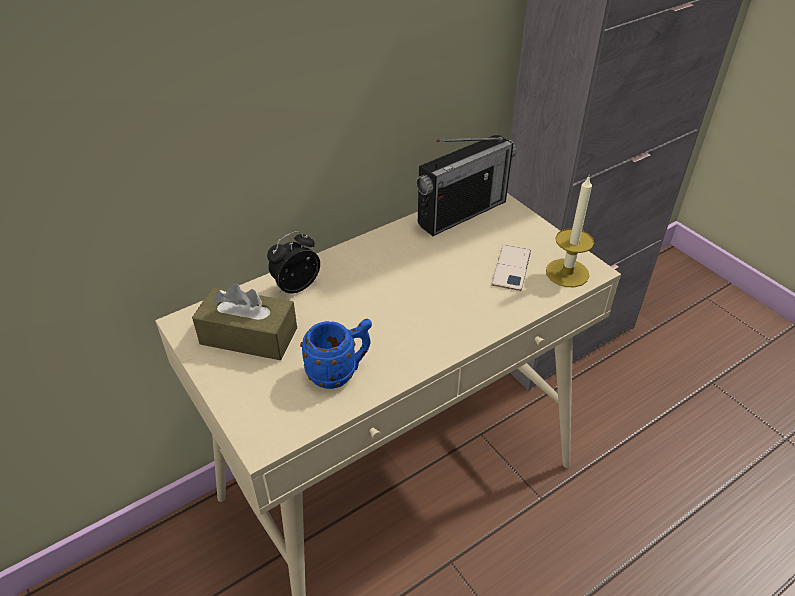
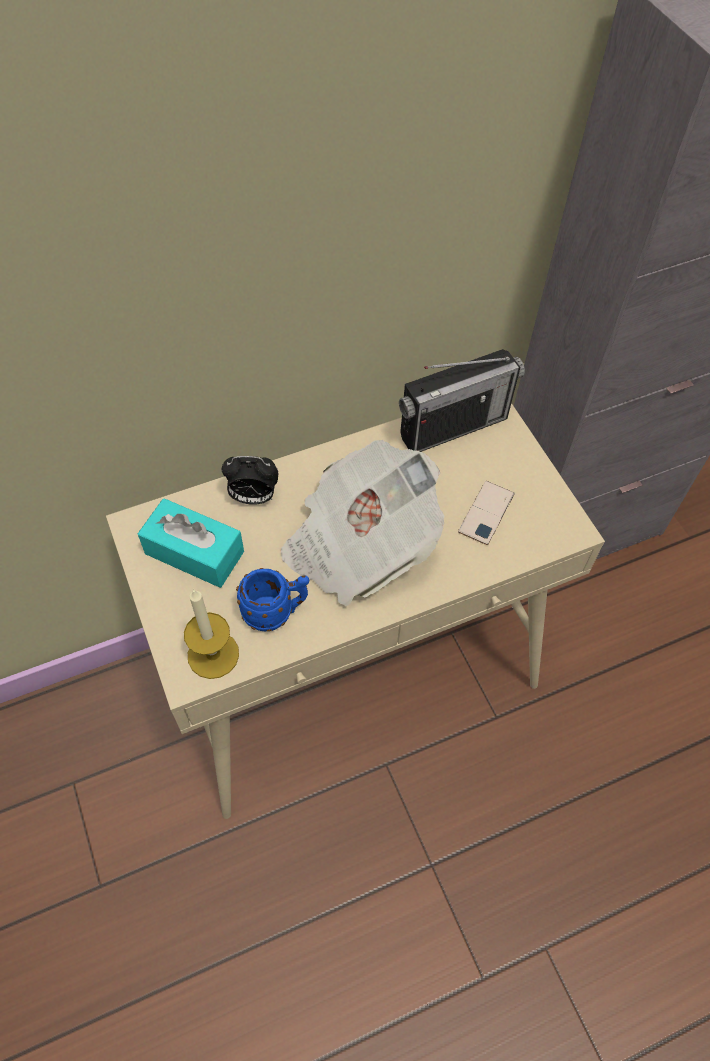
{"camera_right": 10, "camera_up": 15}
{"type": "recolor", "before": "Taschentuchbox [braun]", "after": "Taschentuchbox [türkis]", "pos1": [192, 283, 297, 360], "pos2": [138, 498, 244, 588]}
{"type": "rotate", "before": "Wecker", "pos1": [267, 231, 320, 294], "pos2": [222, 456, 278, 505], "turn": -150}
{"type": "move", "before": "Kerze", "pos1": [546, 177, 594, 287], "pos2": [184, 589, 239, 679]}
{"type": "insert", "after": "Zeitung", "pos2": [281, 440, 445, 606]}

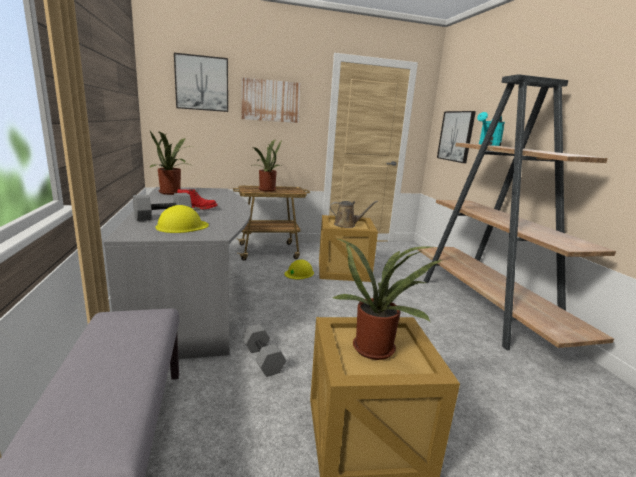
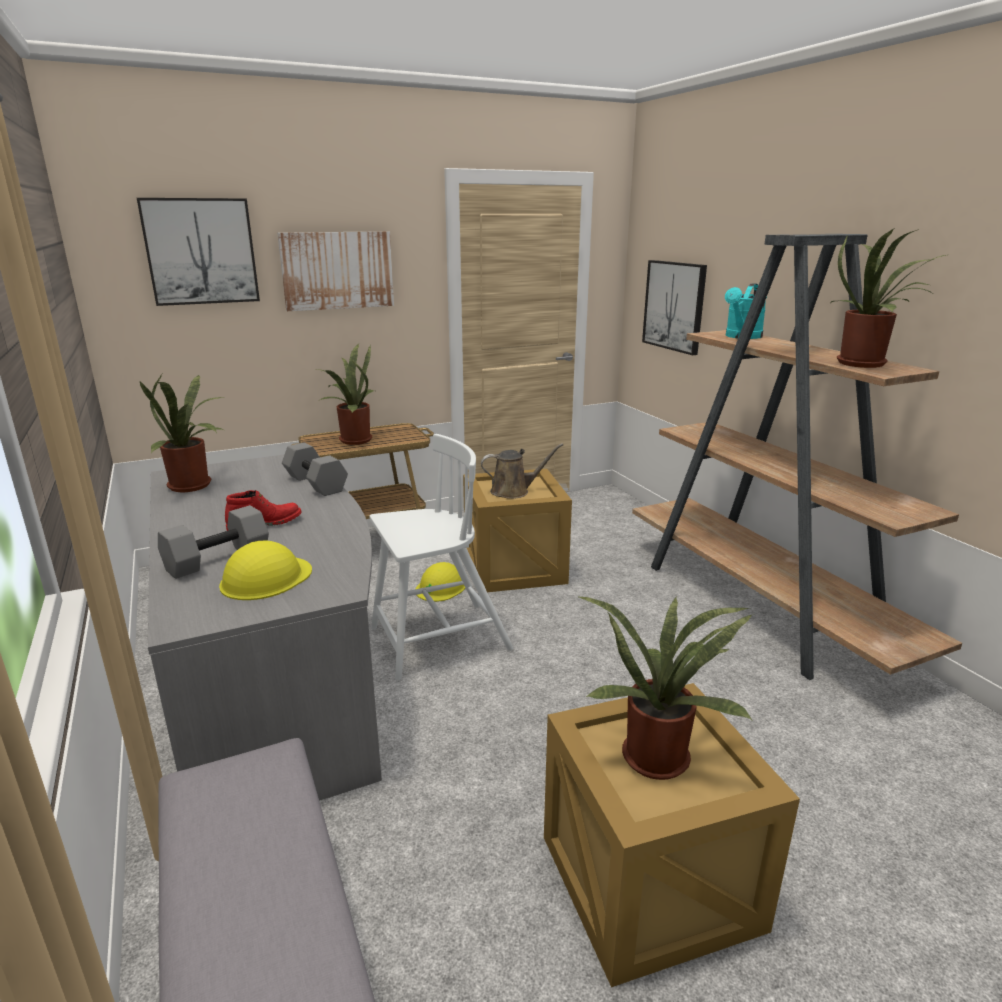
{"camera_right": -10, "camera_up": 5}
{"type": "move", "before": "Hantel [grau]", "pos1": [242, 324, 286, 377], "pos2": [282, 443, 348, 496]}
{"type": "insert", "after": "Stuhl [weiß]", "pos2": [369, 434, 513, 680]}
{"type": "insert", "after": "Topfpflanze", "pos2": [831, 228, 946, 368]}

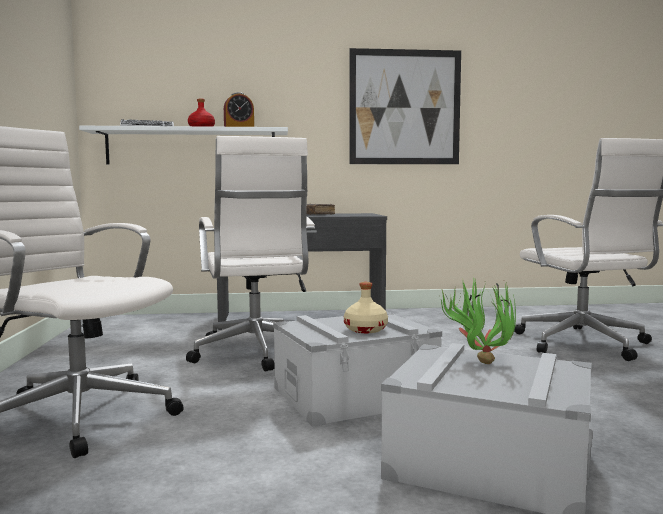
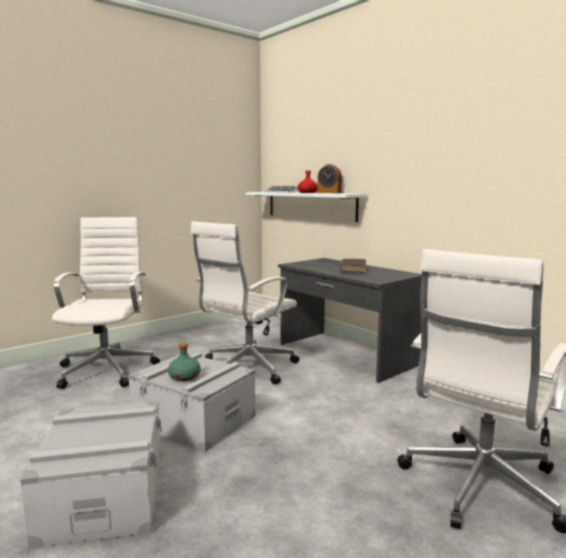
{"camera_right": 55, "camera_up": 5}
{"type": "recolor", "before": "Flasche [beige]", "after": "Flasche [grün]", "pos1": [344, 282, 388, 333], "pos2": [168, 343, 201, 381]}
{"type": "delete", "before": "Bild", "pos1": [349, 48, 461, 164]}
{"type": "delete", "before": "Topfpflanze", "pos1": [441, 277, 516, 364]}

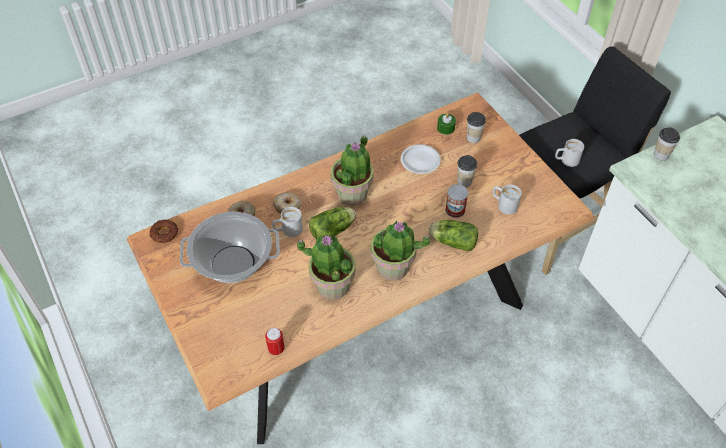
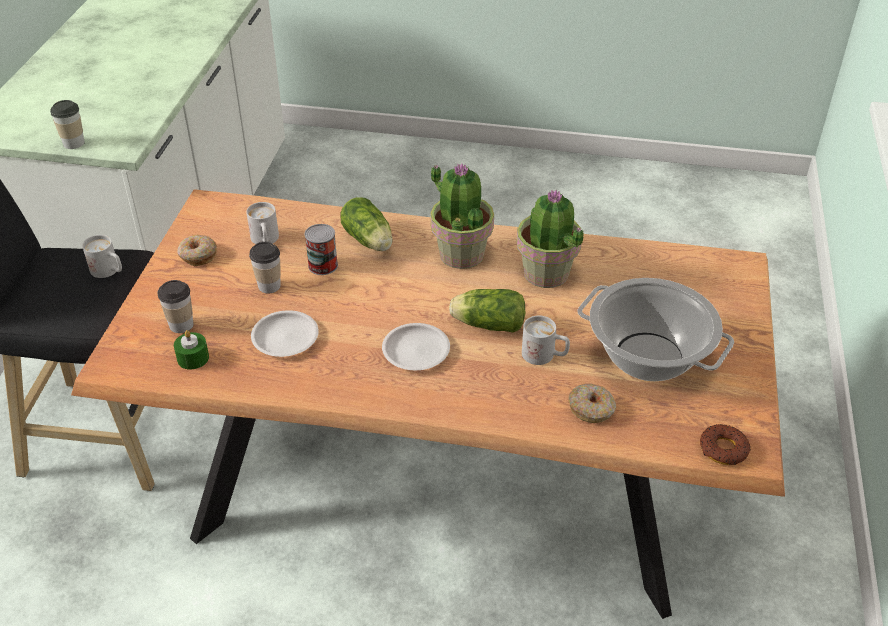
{"camera_right": -140, "camera_up": -10}
{"type": "delete", "before": "Dose", "pos1": [265, 328, 285, 355]}
{"type": "move", "before": "Donut", "pos1": [273, 192, 301, 214], "pos2": [177, 235, 217, 266]}
{"type": "replace", "before": "Topfpflanze", "after": "Teller [weiß]", "pos1": [331, 135, 374, 206], "pos2": [382, 323, 450, 370]}

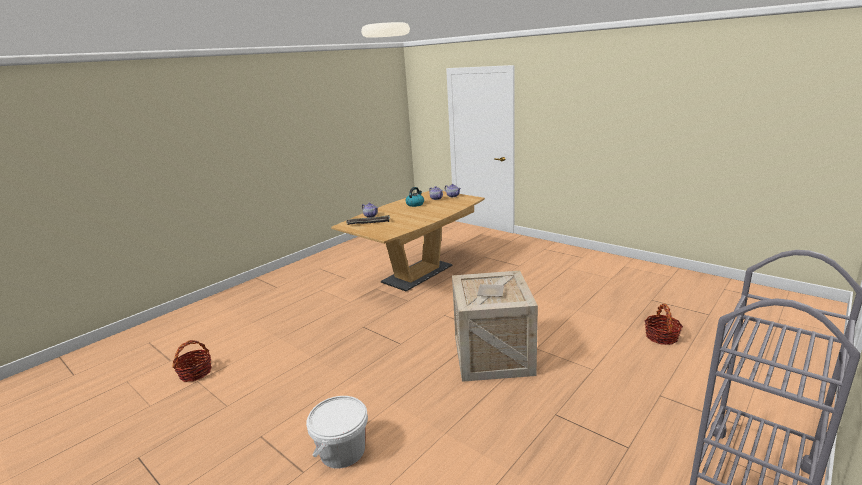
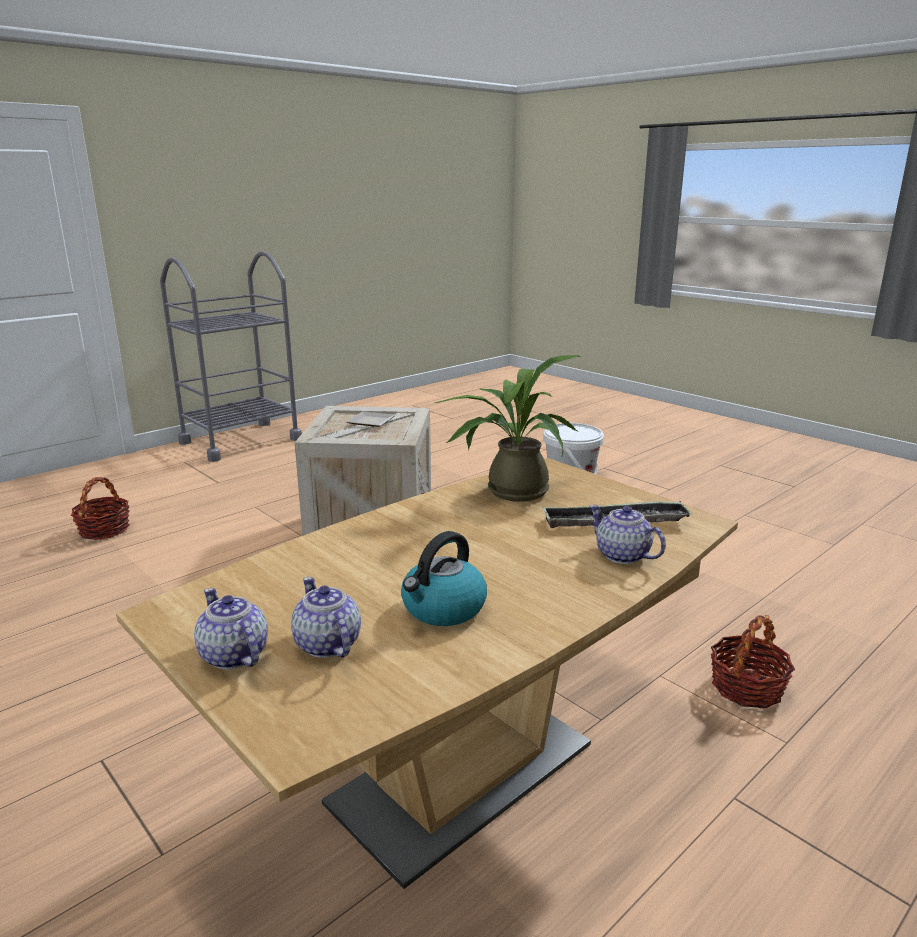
{"camera_right": -175, "camera_up": 0}
{"type": "move", "before": "Korb", "pos1": [173, 340, 211, 382], "pos2": [711, 615, 795, 708]}
{"type": "insert", "after": "Topfpflanze", "pos2": [435, 355, 580, 502]}

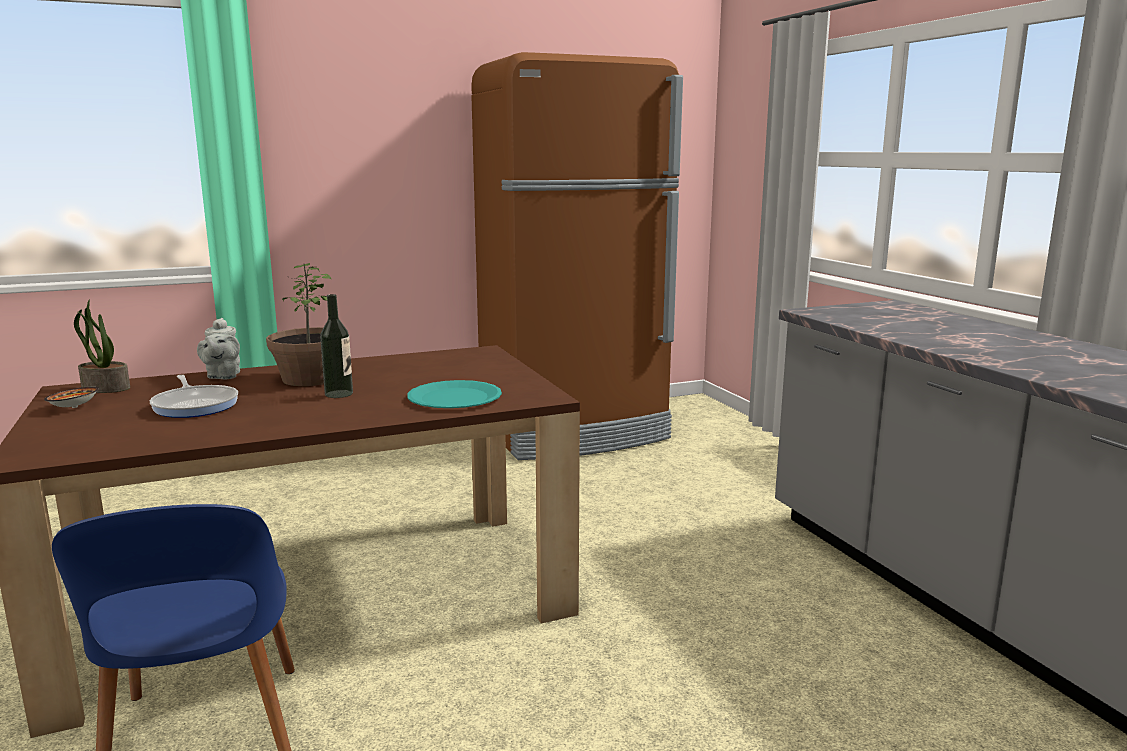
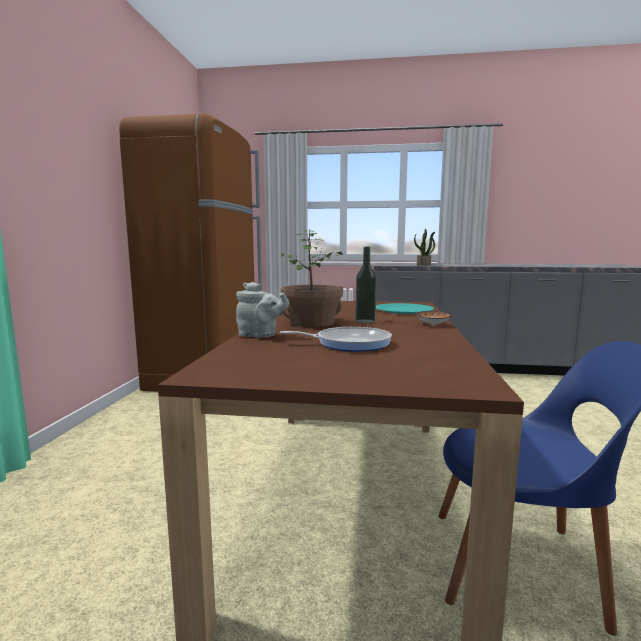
{"camera_right": -60, "camera_up": -5}
{"type": "move", "before": "Schüssel", "pos1": [44, 387, 99, 408], "pos2": [415, 311, 452, 325]}
{"type": "move", "before": "Topfpflanze", "pos1": [74, 299, 130, 393], "pos2": [414, 229, 435, 265]}

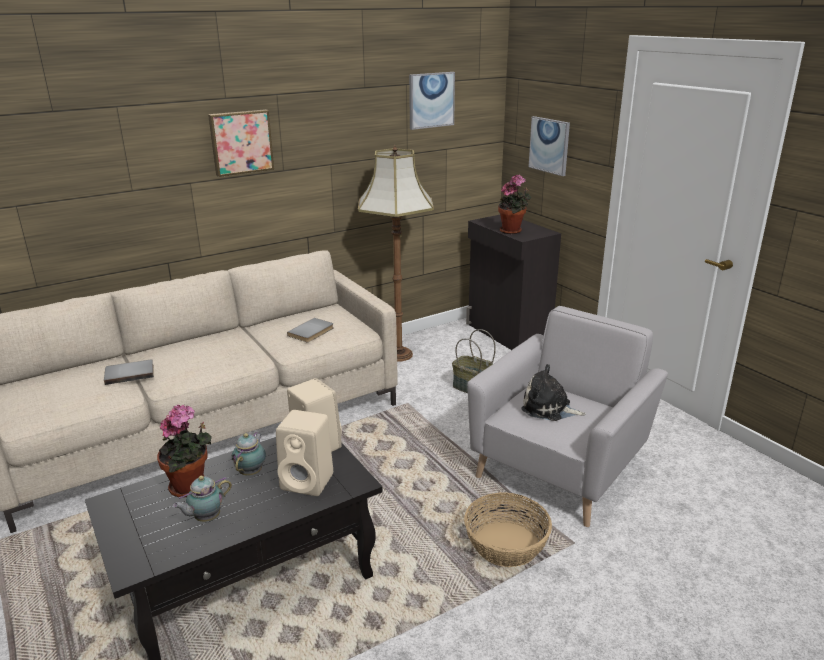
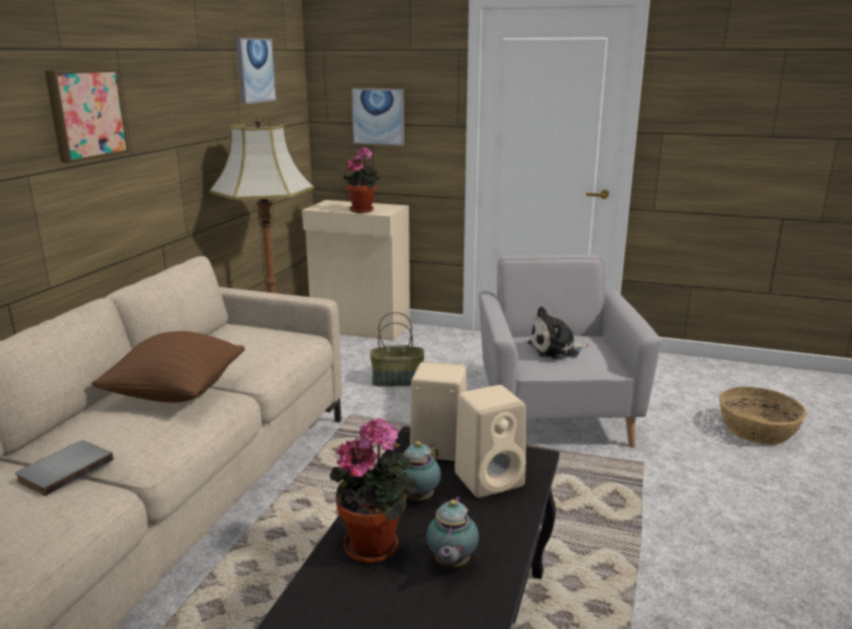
{"camera_right": -40, "camera_up": -5}
{"type": "rotate", "before": "Teekanne", "pos1": [232, 432, 266, 476], "pos2": [395, 441, 441, 501], "turn": -120}
{"type": "delete", "before": "Buch [grau]", "pos1": [287, 318, 333, 342]}
{"type": "move", "before": "Korb", "pos1": [464, 492, 552, 567], "pos2": [719, 387, 807, 445]}
{"type": "recolor", "before": "Schrank [schwarz]", "after": "Schrank [beige]", "pos1": [466, 215, 561, 350], "pos2": [302, 200, 410, 341]}
{"type": "insert", "after": "Kissen [braun]", "pos2": [92, 331, 245, 403]}

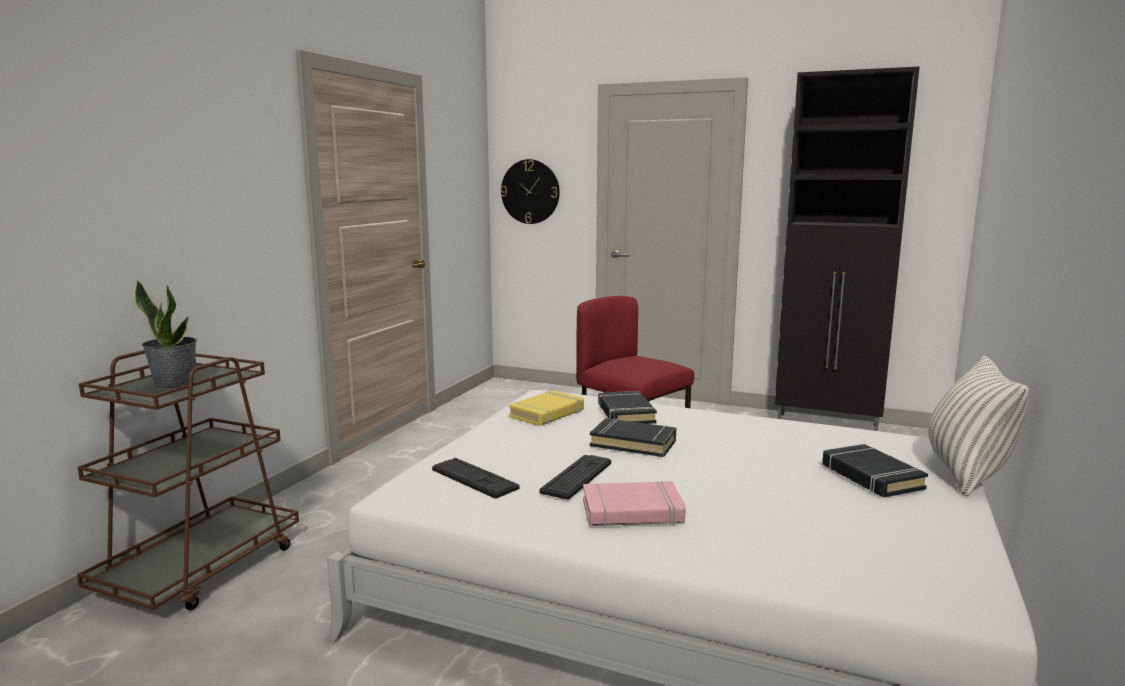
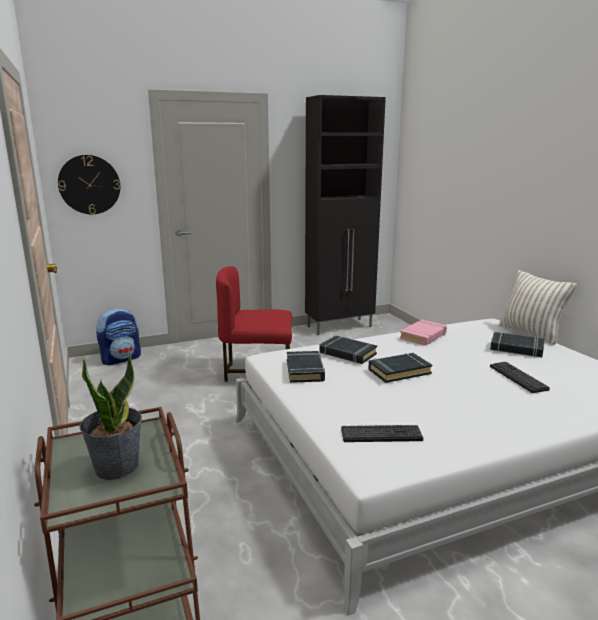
{"camera_right": -45, "camera_up": 5}
{"type": "recolor", "before": "Buch [gelb]", "after": "Buch [schwarz]", "pos1": [509, 390, 584, 426], "pos2": [287, 351, 325, 383]}
{"type": "move", "before": "Tastatur", "pos1": [539, 455, 611, 500], "pos2": [490, 362, 550, 393]}
{"type": "move", "before": "Buch [rosa]", "pos1": [583, 481, 686, 527], "pos2": [400, 320, 447, 345]}
{"type": "insert", "after": "Rucksack", "pos2": [96, 308, 141, 365]}

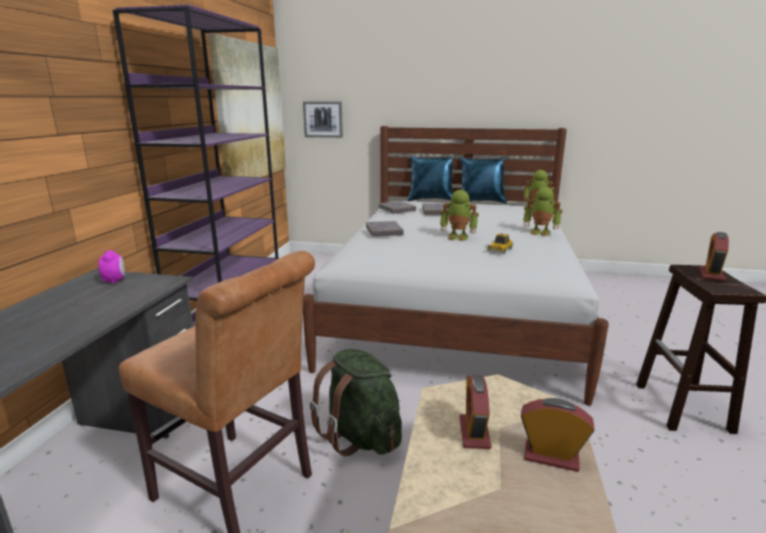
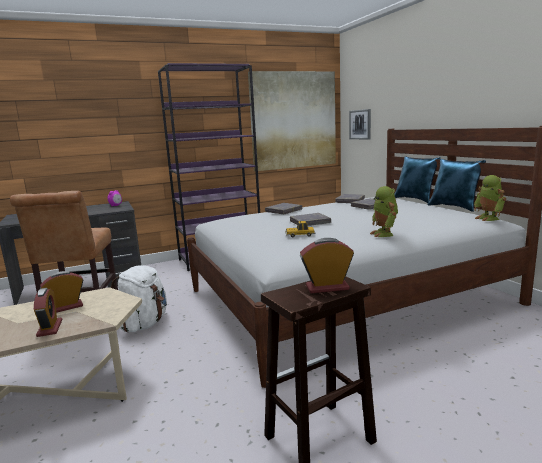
{"camera_right": 55, "camera_up": -5}
{"type": "recolor", "before": "Rucksack [grün]", "after": "Rucksack [weiß]", "pos1": [310, 349, 402, 456], "pos2": [111, 265, 167, 332]}
{"type": "replace", "before": "Spielzeugroboter", "after": "Buch [grau]", "pos1": [440, 190, 479, 241], "pos2": [290, 213, 331, 226]}

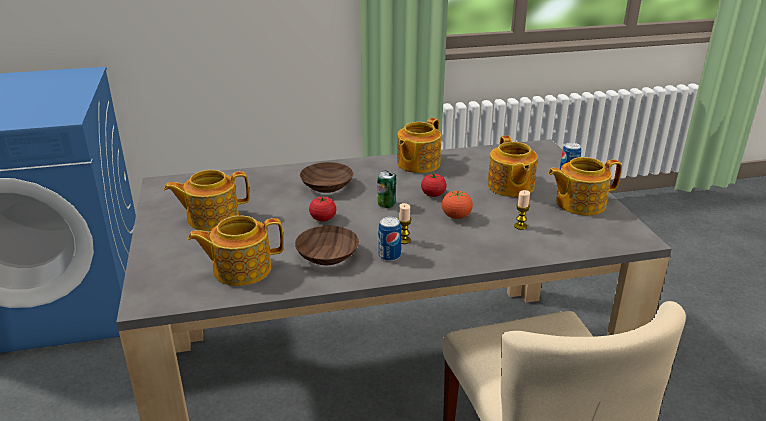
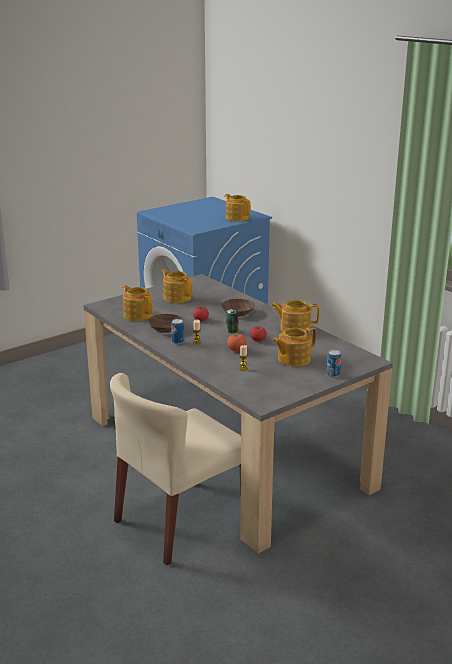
{"camera_right": 65, "camera_up": -5}
{"type": "move", "before": "Teekanne", "pos1": [548, 157, 622, 216], "pos2": [225, 194, 251, 222]}

